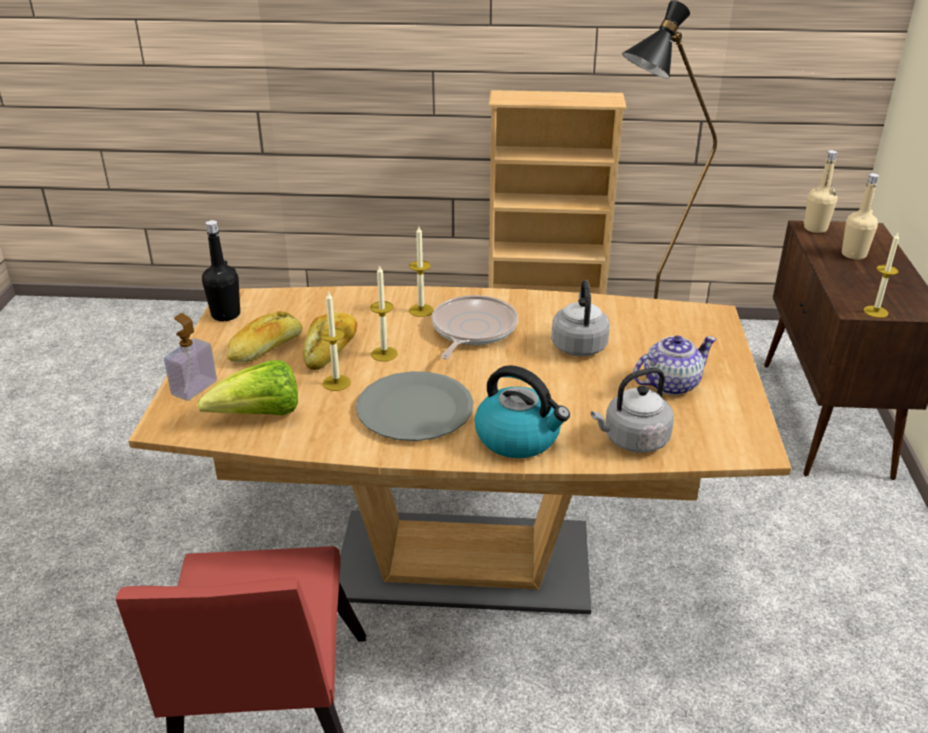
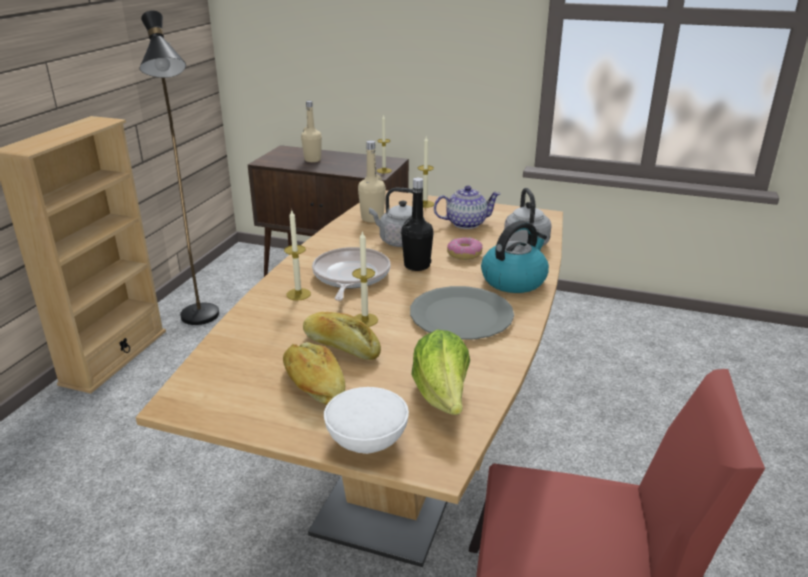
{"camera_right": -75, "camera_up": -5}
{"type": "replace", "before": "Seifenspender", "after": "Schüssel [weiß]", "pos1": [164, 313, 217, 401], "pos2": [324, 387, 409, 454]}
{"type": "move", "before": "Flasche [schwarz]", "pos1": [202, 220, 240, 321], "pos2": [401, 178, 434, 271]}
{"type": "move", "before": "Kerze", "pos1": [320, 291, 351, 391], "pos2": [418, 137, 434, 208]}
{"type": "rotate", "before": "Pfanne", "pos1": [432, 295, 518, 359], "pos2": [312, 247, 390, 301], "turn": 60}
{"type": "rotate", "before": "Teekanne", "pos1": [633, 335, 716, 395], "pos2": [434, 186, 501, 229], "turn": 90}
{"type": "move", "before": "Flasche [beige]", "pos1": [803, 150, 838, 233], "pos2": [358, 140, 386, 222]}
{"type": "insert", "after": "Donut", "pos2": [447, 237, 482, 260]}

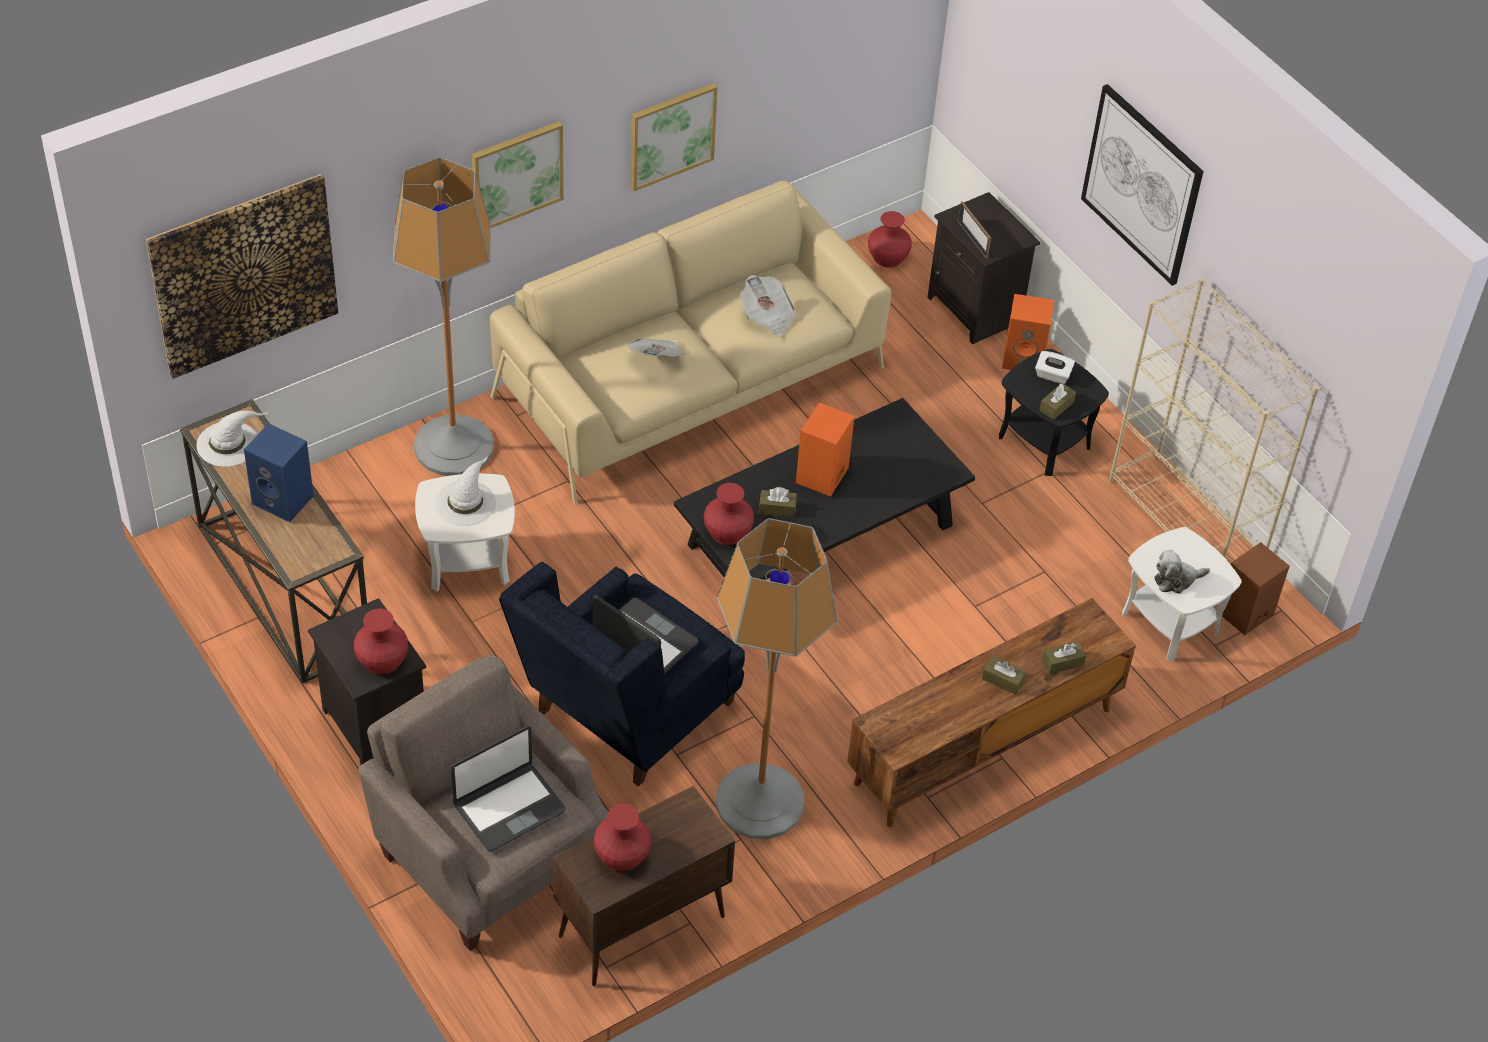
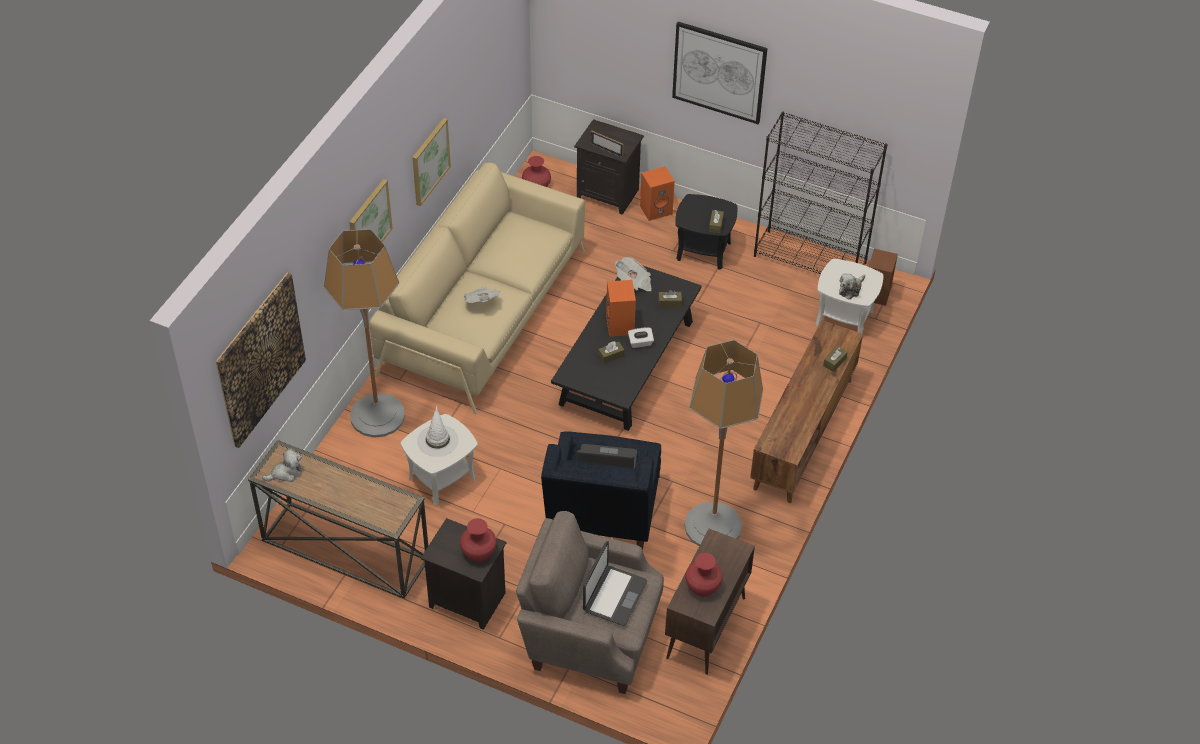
{"camera_right": -30, "camera_up": 0}
{"type": "replace", "before": "Hut [weiß]", "after": "Plüschtier", "pos1": [196, 411, 268, 467], "pos2": [262, 448, 302, 482]}
{"type": "delete", "before": "Lautsprecher [blau]", "pos1": [244, 423, 314, 522]}
{"type": "delete", "before": "Vase [rot]", "pos1": [704, 483, 754, 545]}
{"type": "move", "before": "Zeitung", "pos1": [740, 275, 797, 337], "pos2": [615, 257, 651, 291]}
{"type": "move", "before": "Taschentuchbox [braun]", "pos1": [982, 656, 1026, 695], "pos2": [658, 290, 682, 307]}
{"type": "move", "before": "Taschentuchbox [weiß]", "pos1": [1035, 351, 1075, 384], "pos2": [628, 328, 654, 348]}
{"type": "recolor", "before": "Bücherregal [beige]", "after": "Bücherregal [schwarz]", "pos1": [1109, 278, 1319, 561], "pos2": [754, 112, 888, 274]}

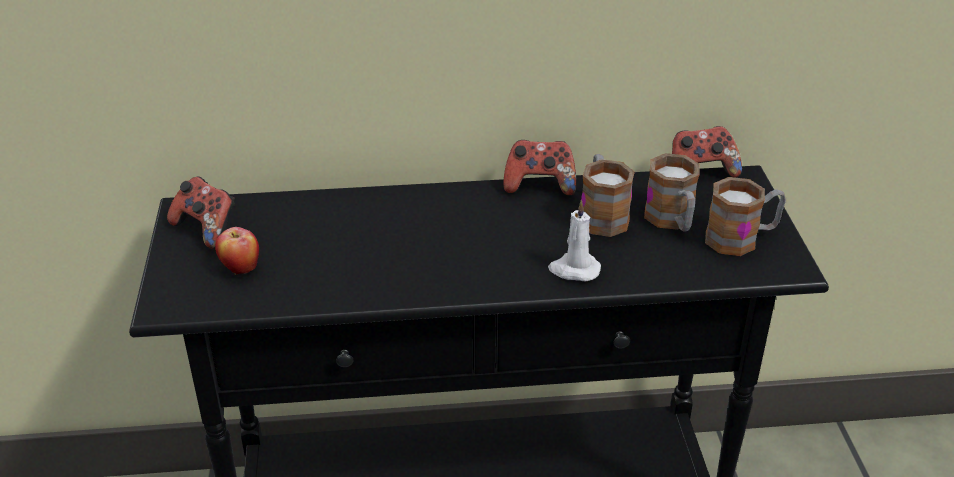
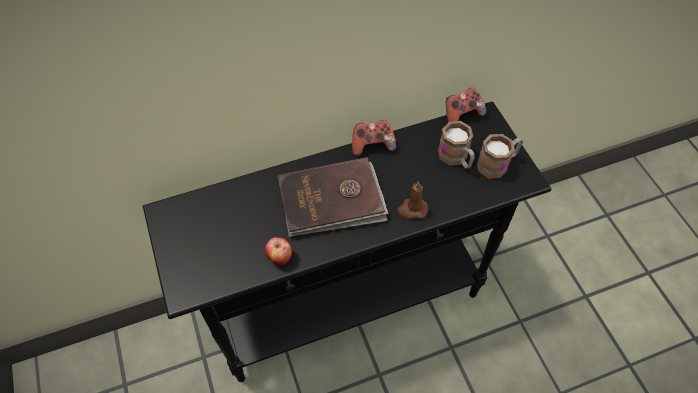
{"camera_right": -15, "camera_up": 20}
{"type": "delete", "before": "Gamepad", "pos1": [167, 176, 235, 249]}
{"type": "move", "before": "Apfel", "pos1": [215, 227, 259, 275], "pos2": [265, 237, 292, 265]}
{"type": "recolor", "before": "Kerze [weiß]", "after": "Kerze [braun]", "pos1": [548, 200, 601, 282], "pos2": [397, 181, 428, 219]}
{"type": "delete", "before": "Henkelbecher", "pos1": [581, 154, 635, 237]}
{"type": "insert", "after": "Buch [braun]", "pos2": [277, 157, 389, 237]}

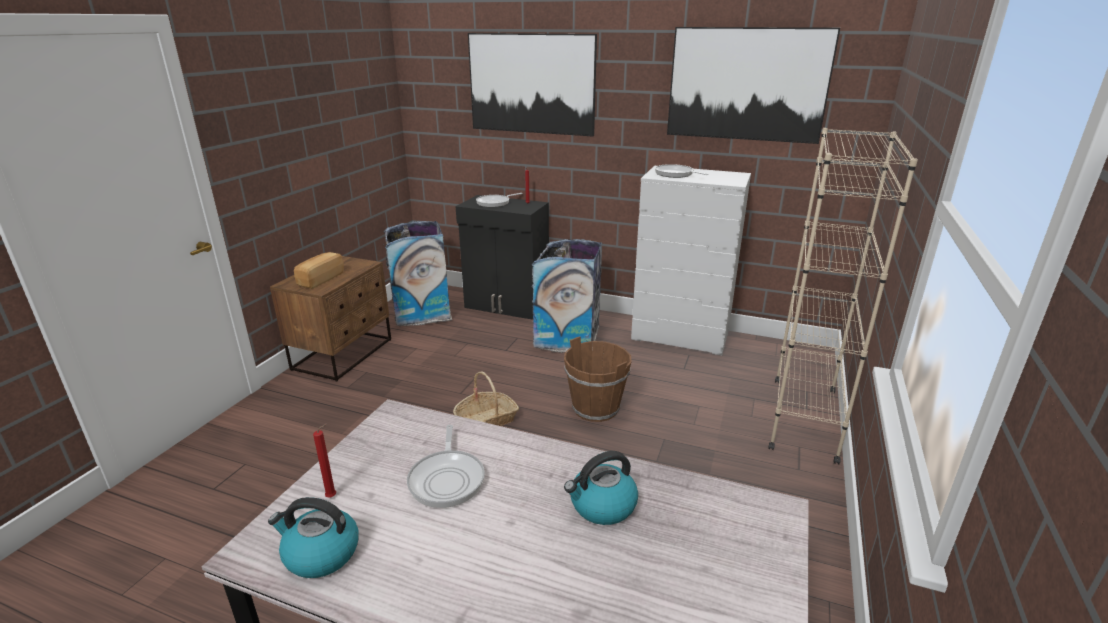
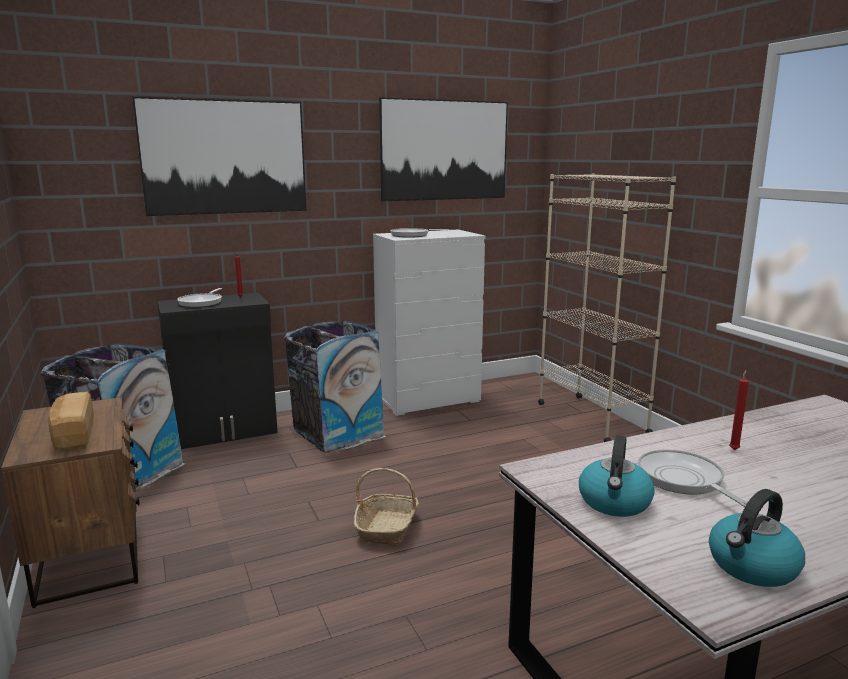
{"camera_right": -45, "camera_up": -10}
{"type": "move", "before": "Kerze [rot]", "pos1": [313, 424, 336, 497], "pos2": [729, 370, 749, 450]}
{"type": "rotate", "before": "Pfanne", "pos1": [407, 425, 485, 508], "pos2": [638, 449, 748, 507], "turn": -150}
{"type": "delete", "before": "Eimer [braun]", "pos1": [564, 336, 632, 422]}
{"type": "move", "before": "Wasserkessel", "pos1": [564, 451, 638, 525], "pos2": [579, 435, 655, 517]}

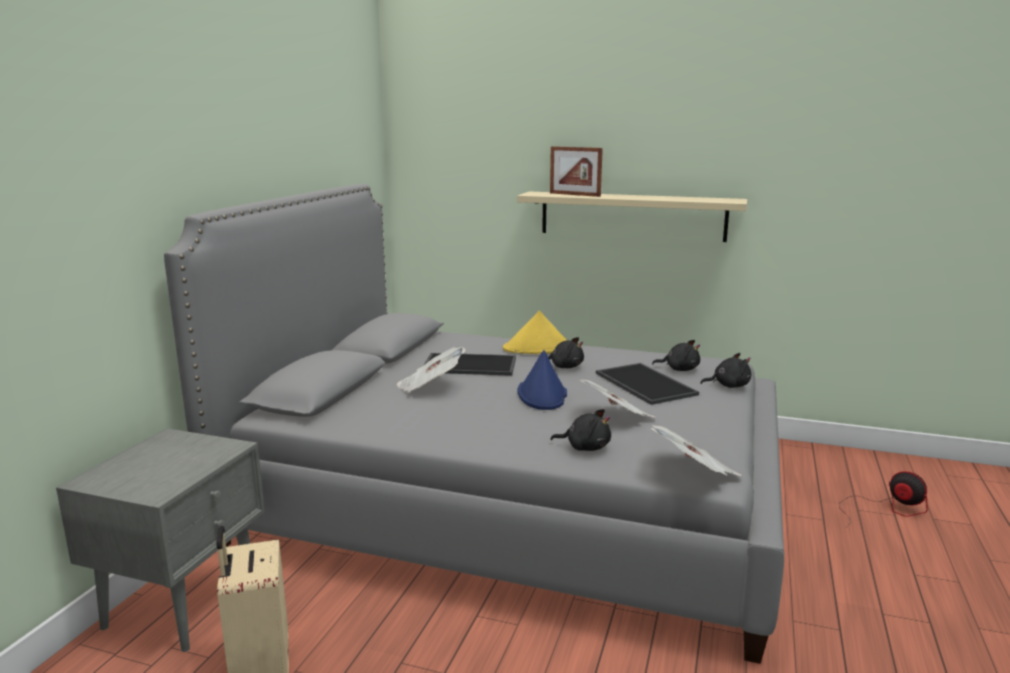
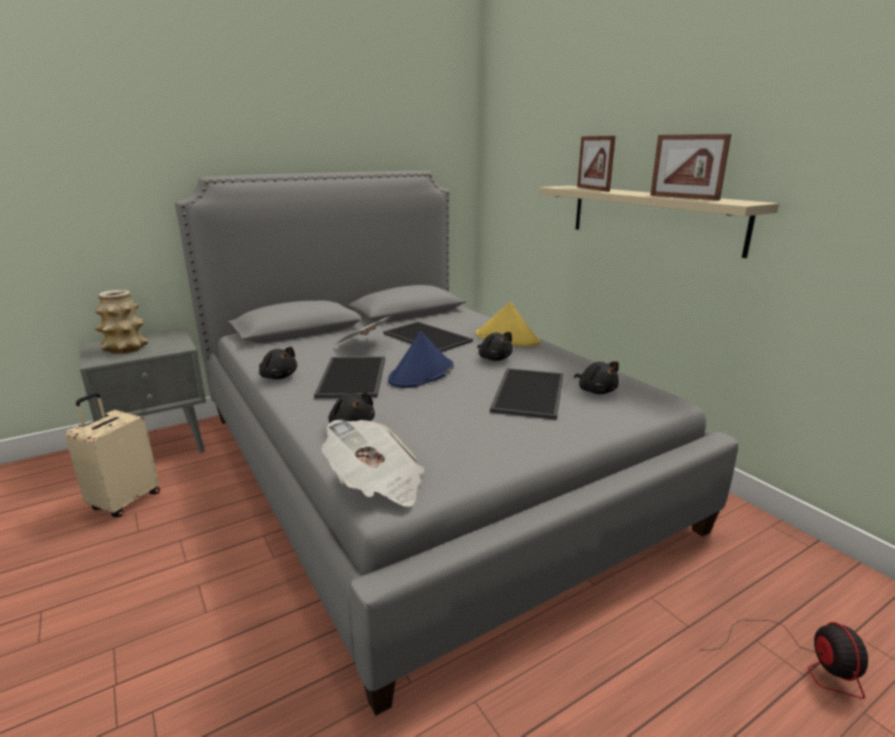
{"camera_right": 40, "camera_up": 5}
{"type": "delete", "before": "Zeitung", "pos1": [579, 379, 655, 417]}
{"type": "move", "before": "Plüschtier [schwarz]", "pos1": [700, 353, 751, 388], "pos2": [259, 347, 297, 379]}
{"type": "insert", "after": "Vase", "pos2": [95, 290, 149, 353]}
{"type": "insert", "after": "Tablett", "pos2": [314, 356, 385, 398]}
{"type": "insert", "after": "Bilderrahmen", "pos2": [650, 134, 732, 201]}

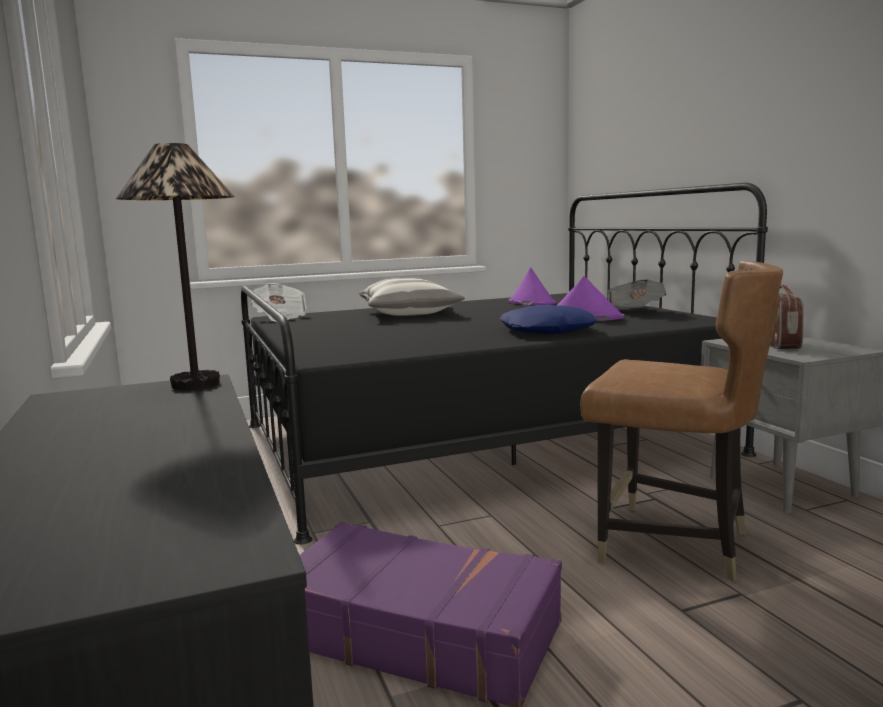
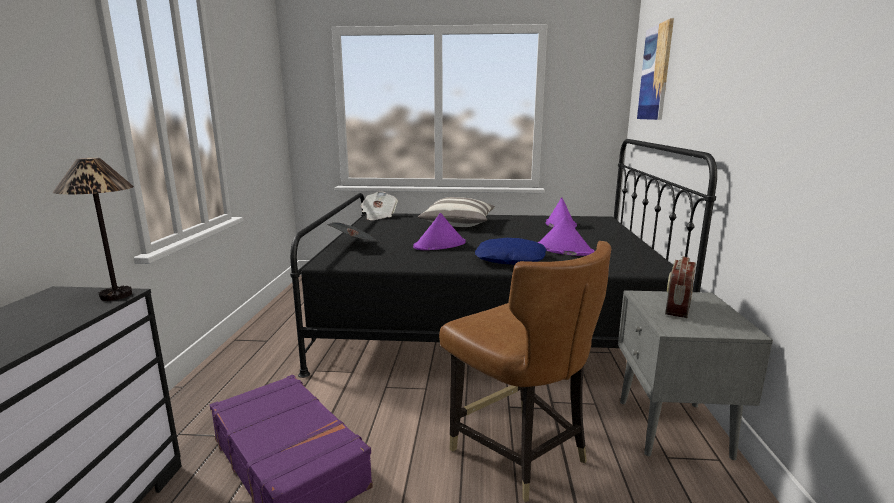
{"camera_right": 25, "camera_up": 5}
{"type": "move", "before": "Zeitung", "pos1": [608, 279, 666, 308], "pos2": [327, 222, 376, 241]}
{"type": "insert", "after": "Hut [lila]", "pos2": [413, 213, 466, 250]}
{"type": "insert", "after": "Bild", "pos2": [637, 18, 674, 120]}

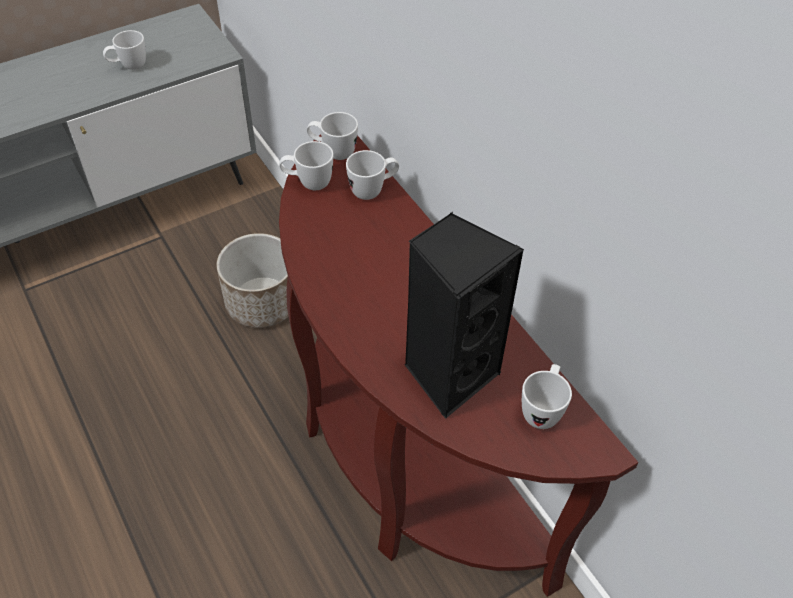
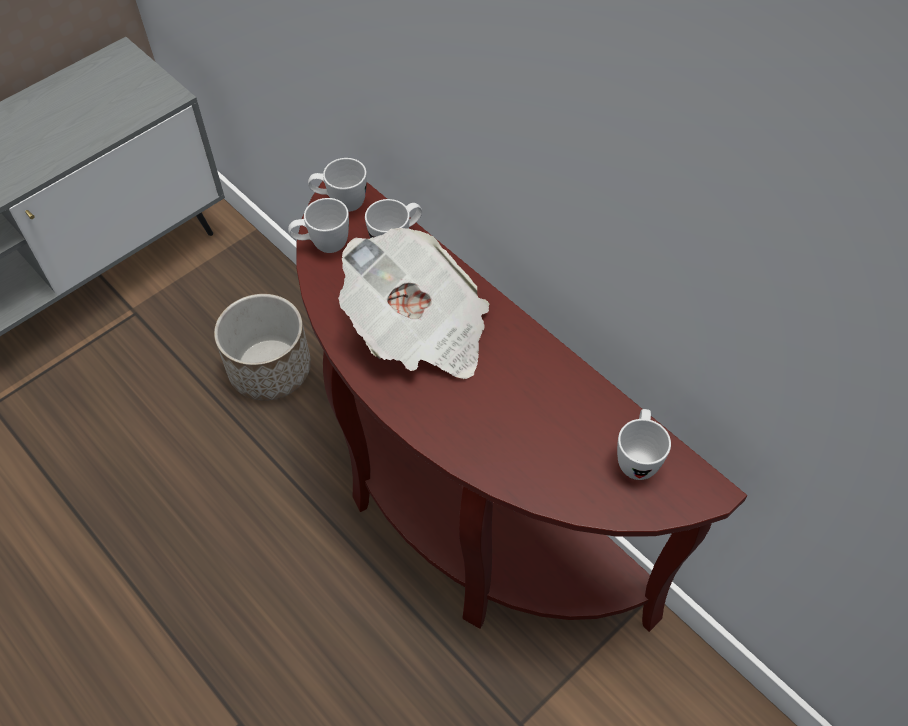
{"camera_right": -10, "camera_up": 5}
{"type": "delete", "before": "Henkelbecher [weiß]", "pos1": [103, 30, 146, 70]}
{"type": "delete", "before": "Lautsprecher [schwarz]", "pos1": [404, 212, 524, 419]}
{"type": "insert", "after": "Zeitung", "pos2": [338, 228, 489, 379]}

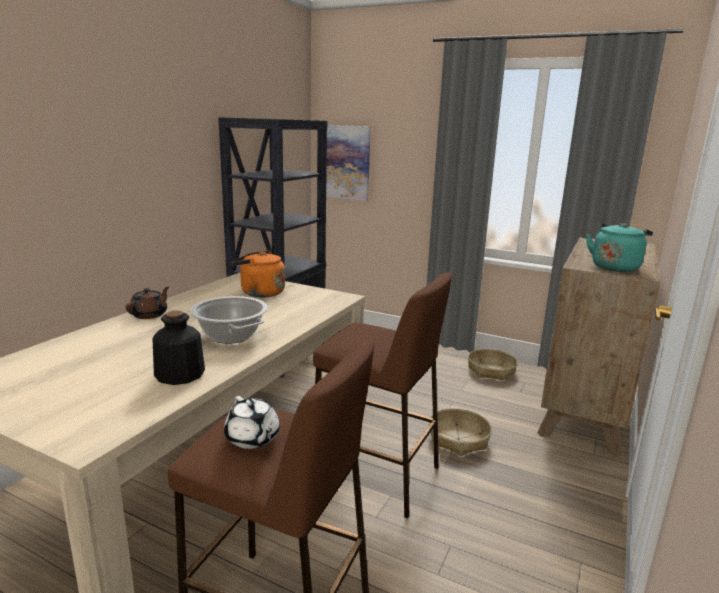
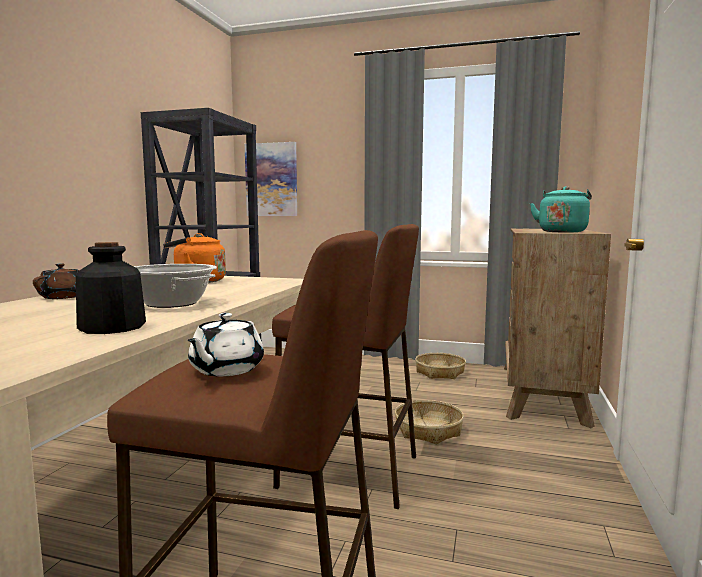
{"camera_right": -10, "camera_up": -10}
{"type": "rotate", "before": "Teekanne [weiß]", "pos1": [224, 396, 280, 449], "pos2": [187, 313, 264, 376], "turn": 60}

